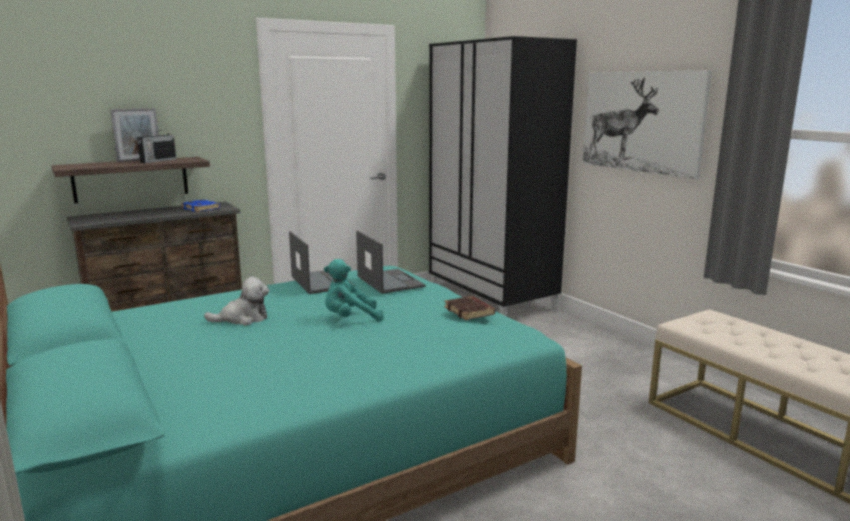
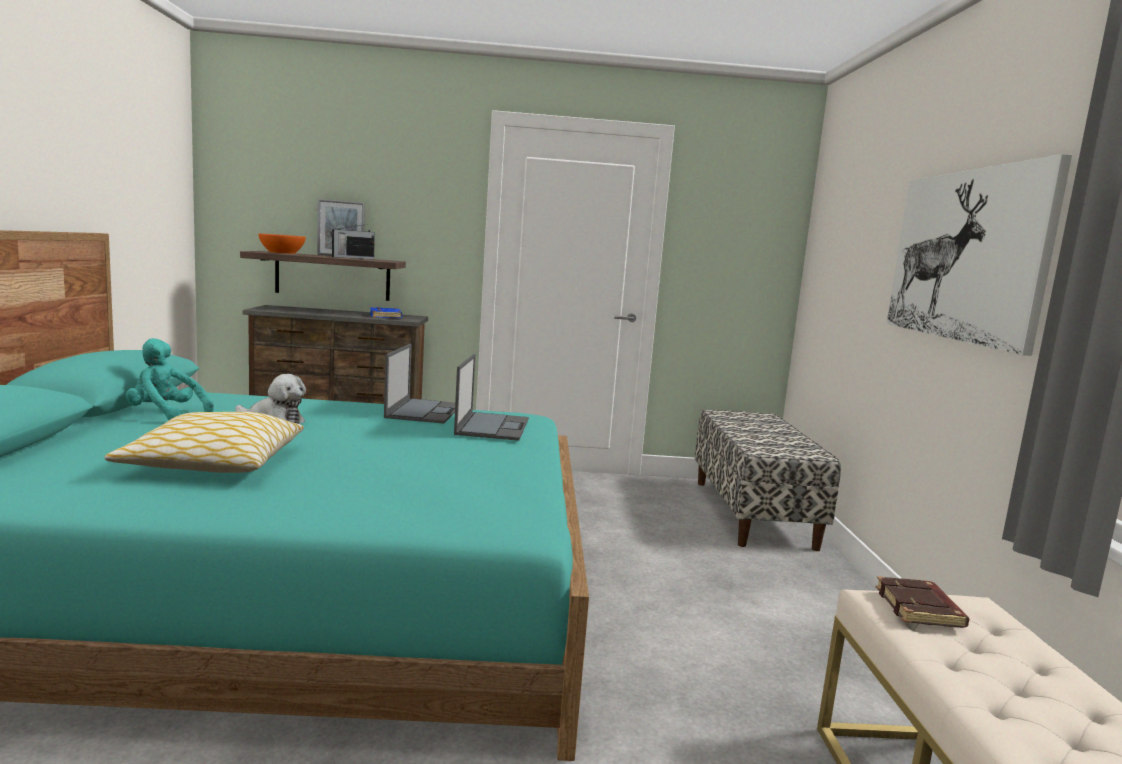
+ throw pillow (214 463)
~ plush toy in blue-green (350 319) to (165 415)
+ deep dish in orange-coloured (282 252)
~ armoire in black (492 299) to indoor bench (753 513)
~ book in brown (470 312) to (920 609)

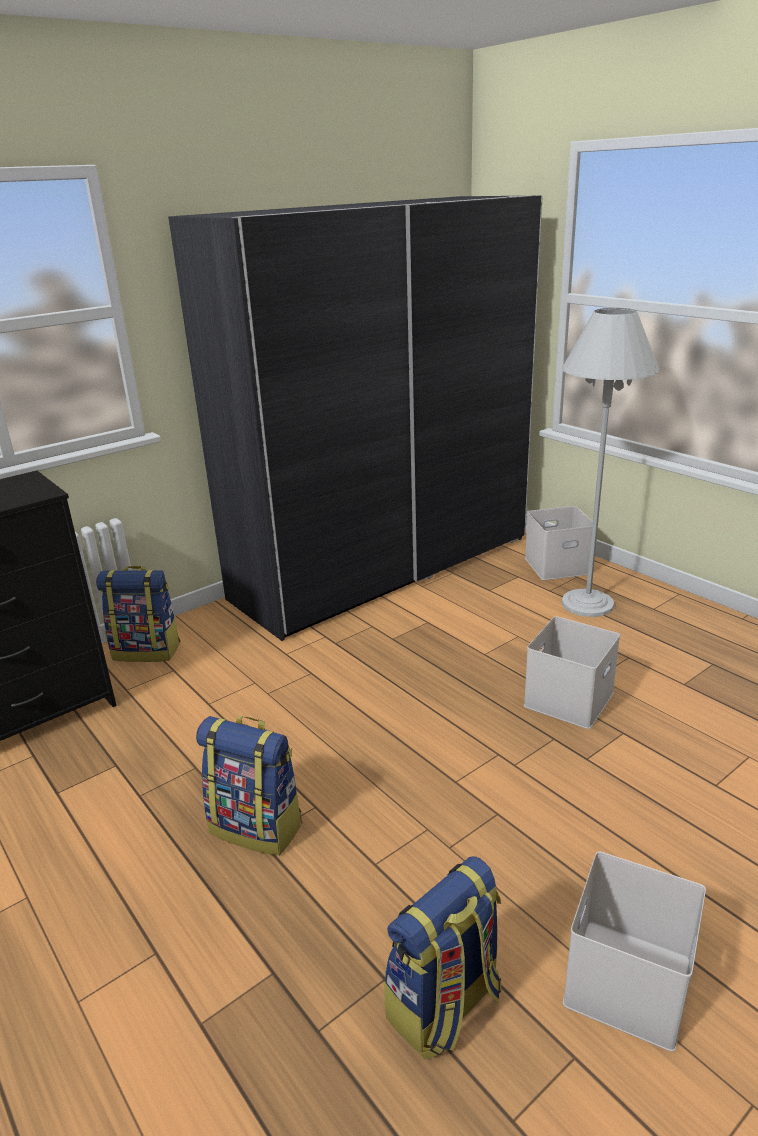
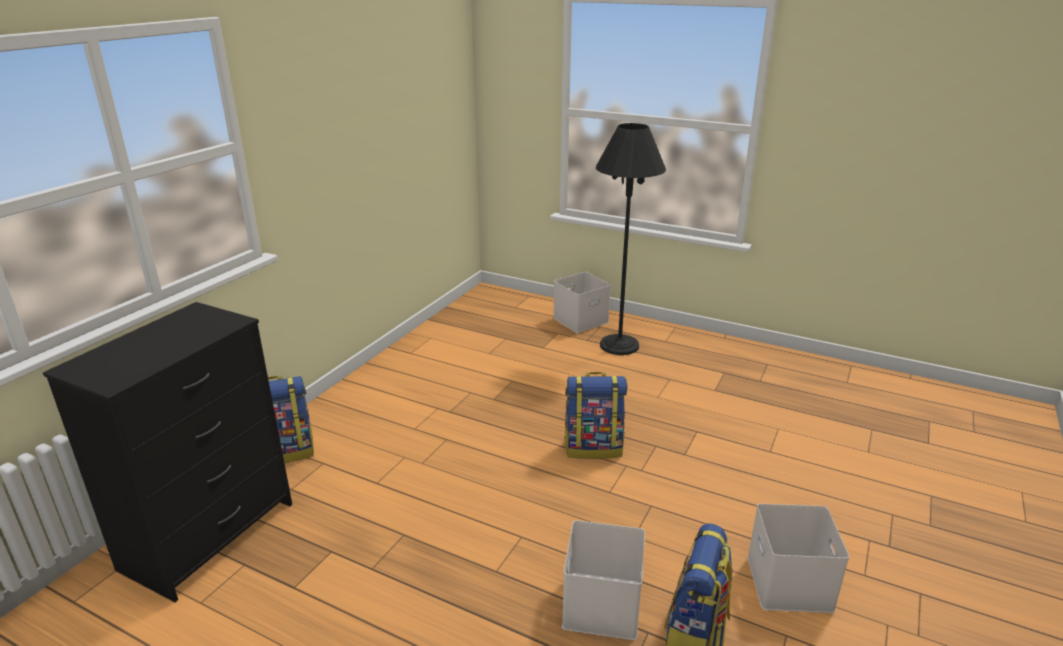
~ storage box in whitish (568 698) to (600 603)
~ rucksack (257 827) to (593 447)
~ floor lamp in whitish (587 603) to floor lamp in black (619 345)
- armoire in gray (383 567)

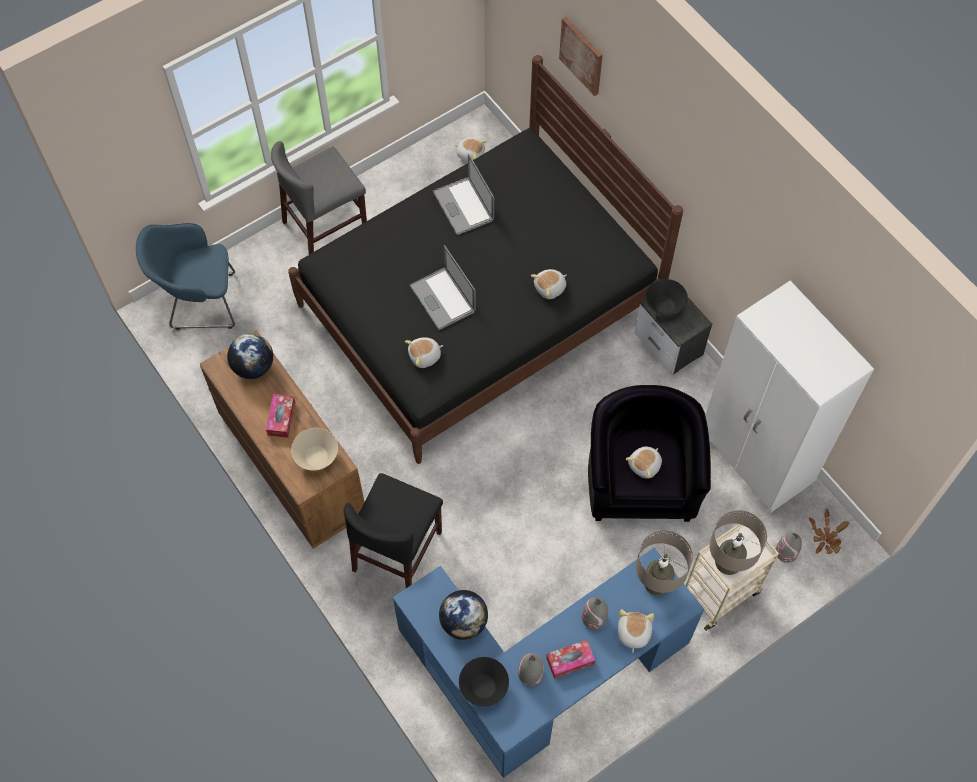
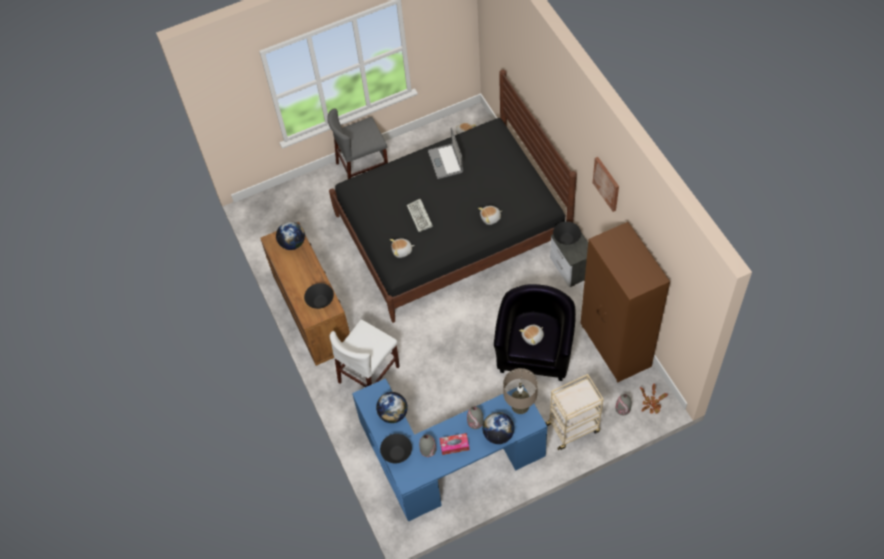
~ deep dish in beige (316 456) to deep dish in black (320 302)
~ plain chair in black (397 551) to plain chair in whitish (369 374)
~ laptop (442 298) to PC keyboard (420 217)
~ plush toy (633 633) to world globe (498 434)
~ armoire in whitish (756 459) to armoire in brown (615 347)
~ wall picture (582 55) to (607 183)
- armchair in bluish (199 302)
- tissue box (281 418)
- table lamp in beige (728 562)

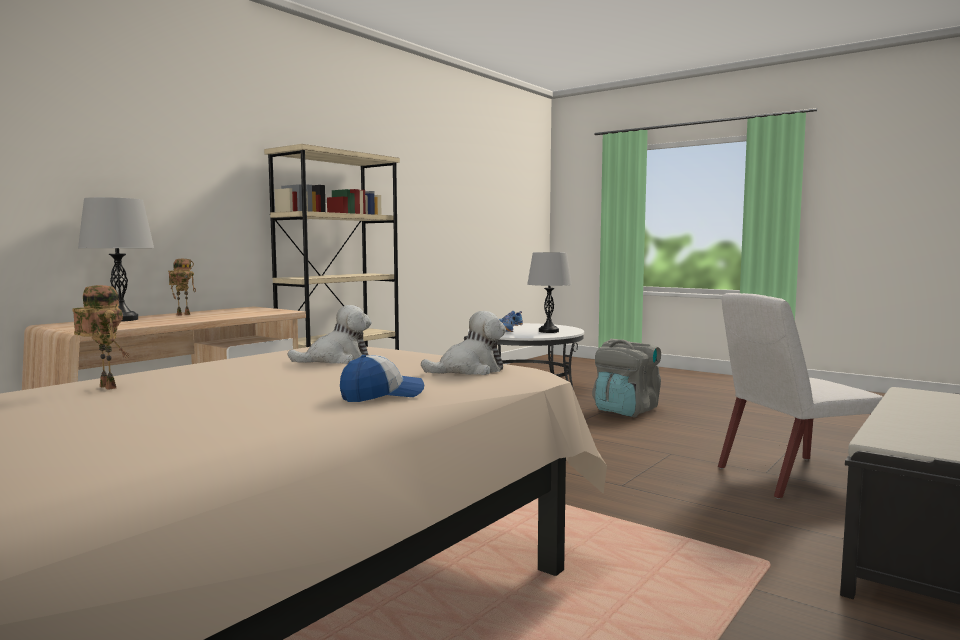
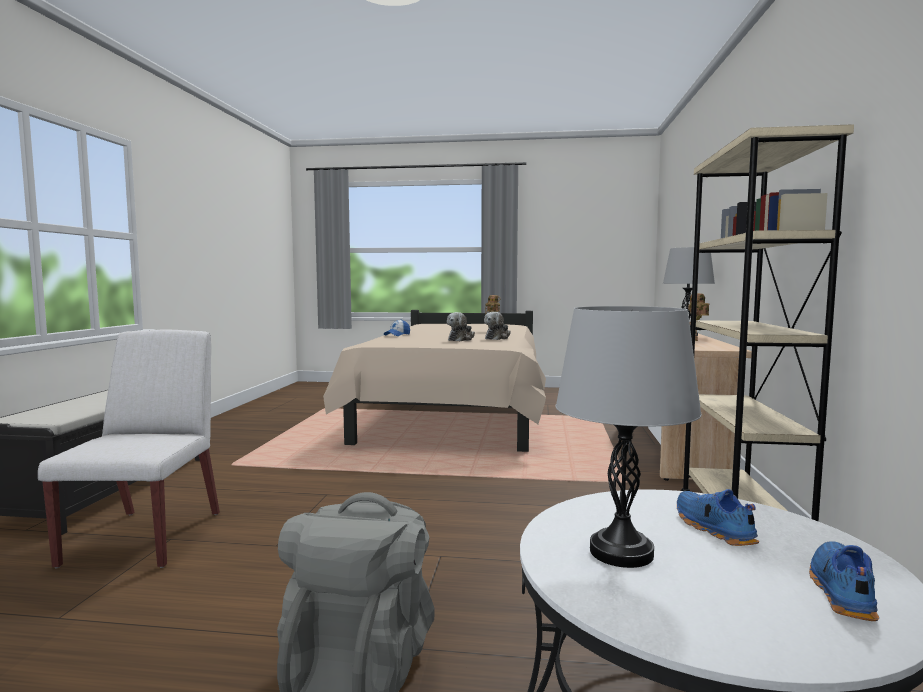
~ plain chair in whitish (791 477) = (146 537) 45 degrees counterclockwise
~ plush toy (469 370) to (497 338)

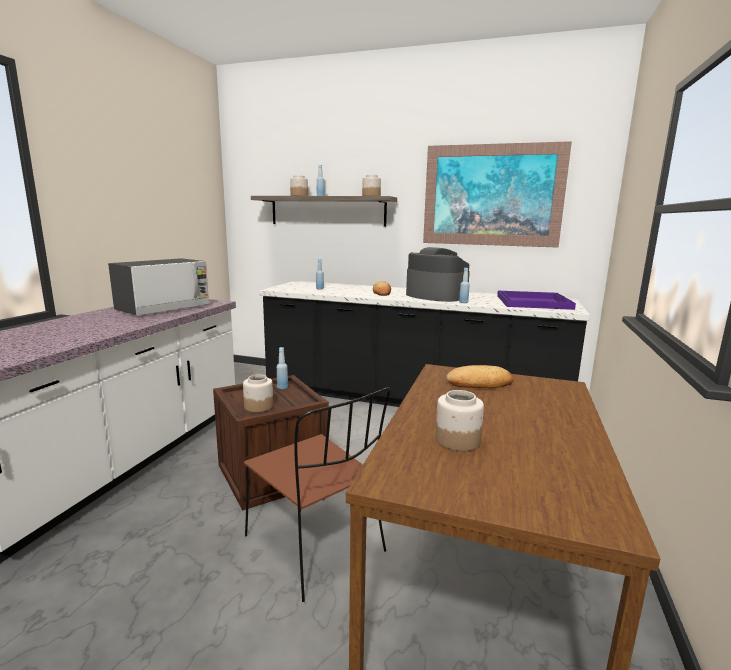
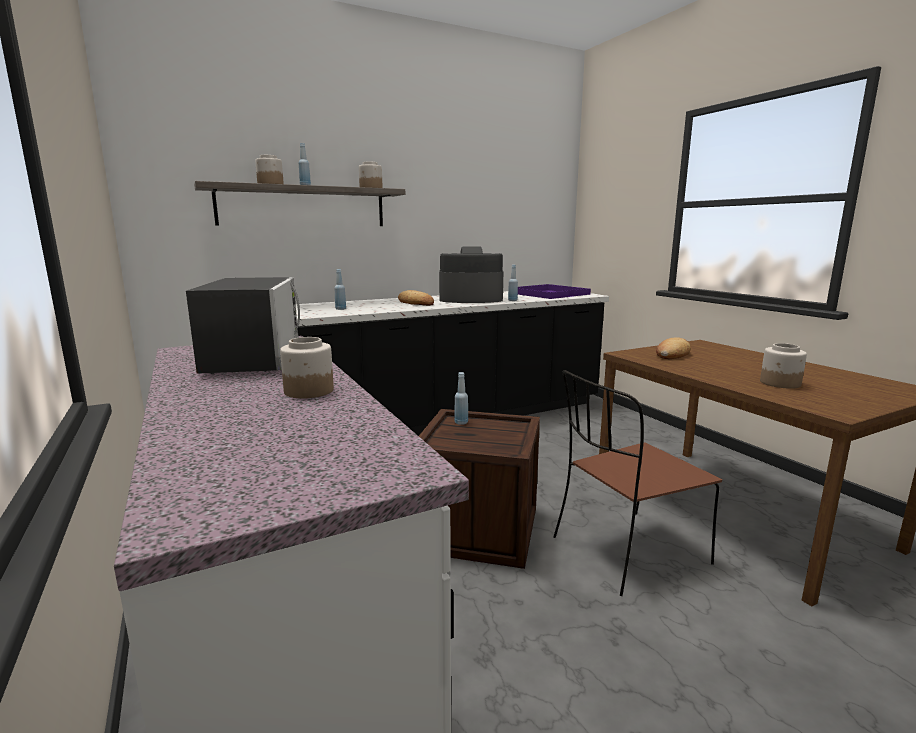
~ jar (258 406) to (308 391)
~ plain chair in brown (316 545) = (626 552) 150 degrees clockwise
- wall picture (492 195)

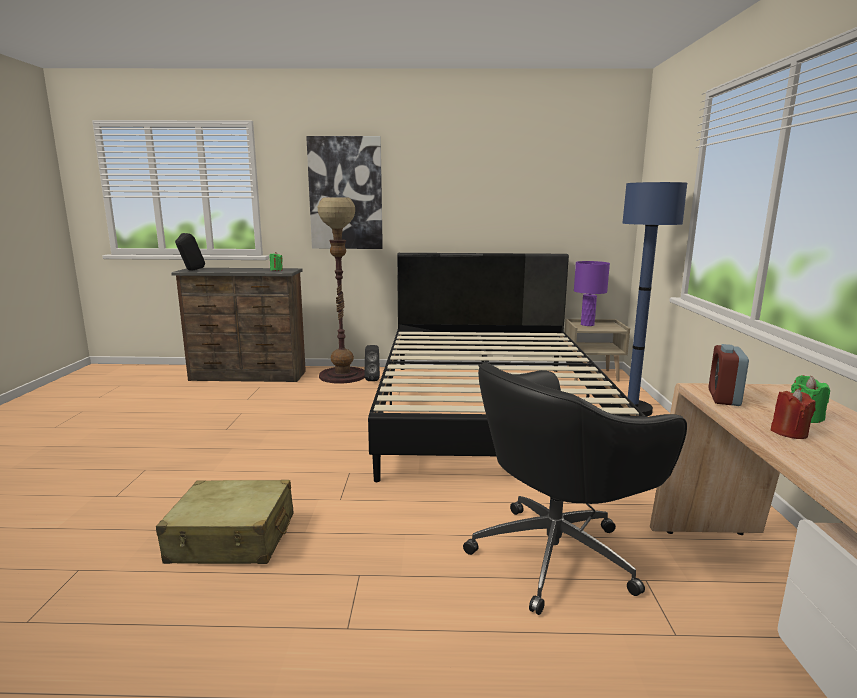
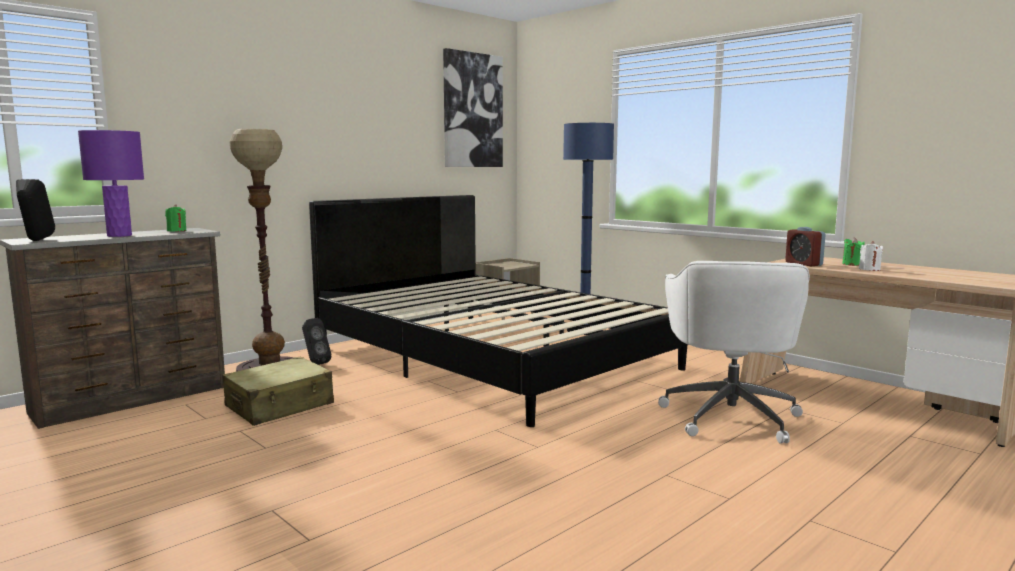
~ table lamp in purple (587 324) to (119 235)
~ piece of luggage in beige (232 539) to (280 406)
~ wall picture (345 193) to (472 110)
~ computer chair in black (557 554) to computer chair in whitish (730 416)
~ wax light in reddish (789 432) to wax light in whitish (869 269)

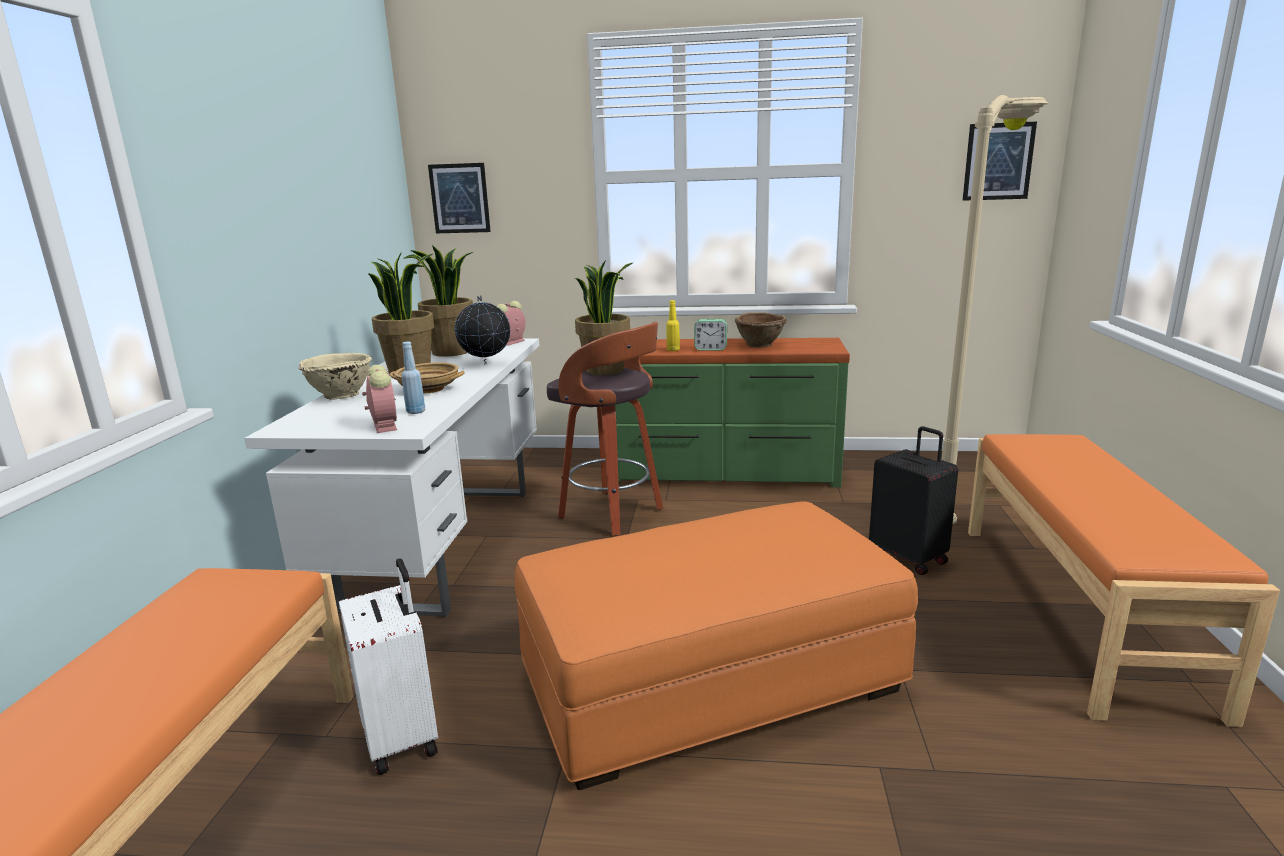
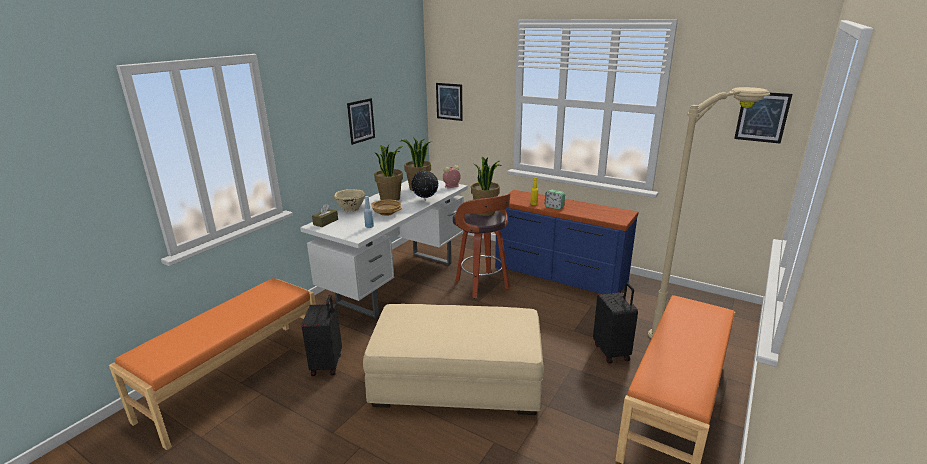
~ piece of luggage in whitish (403 737) to piece of luggage in black (328 364)
+ tissue box in brown (325 222)
+ wall picture (361 121)
~ pouffe in orange-coloured (709 680) to pouffe in beige (457 381)
~ dresser in greenish (724 473) to dresser in bluish (559 275)
- alarm clock (384 426)
- deep dish in brown (760 345)

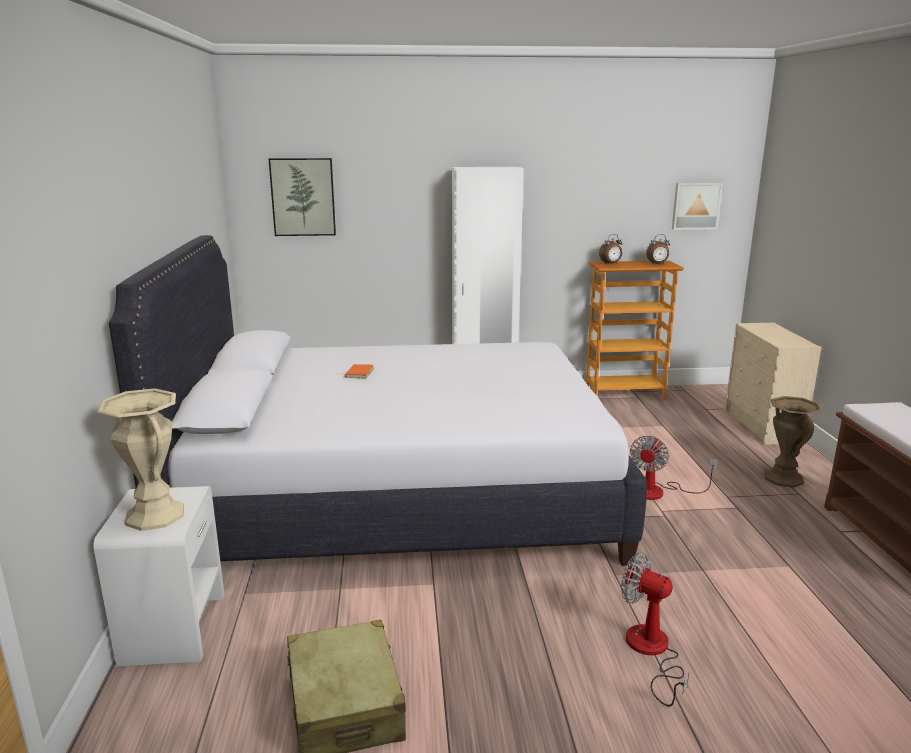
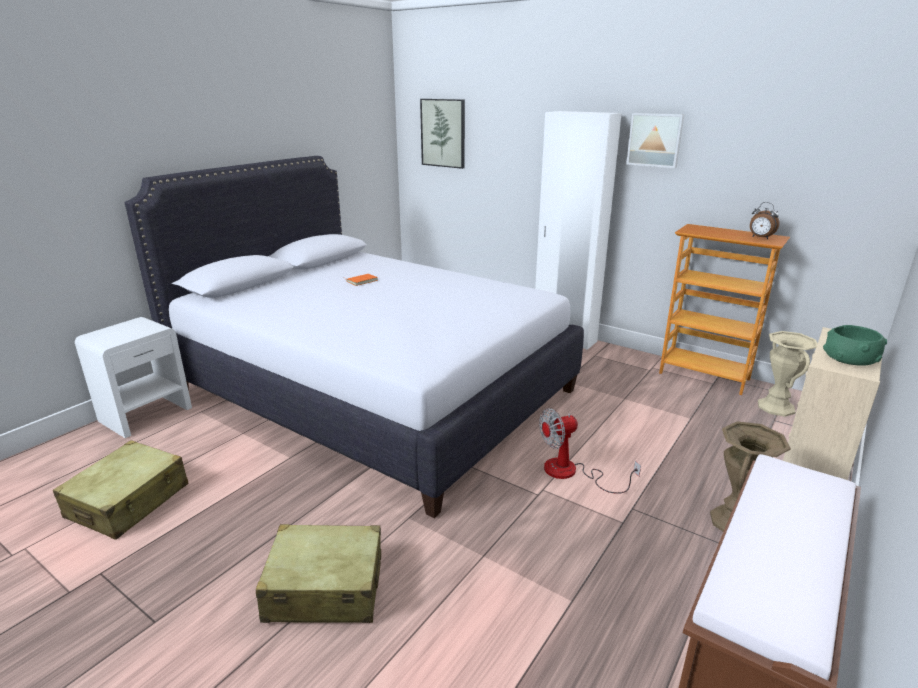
~ fan (651 652) to piece of luggage in beige (325 588)
~ wall picture (695 206) to (655 140)
~ vase in beige (155 515) to (775 407)
+ deep dish in greenish (850 359)
- alarm clock (610 264)

